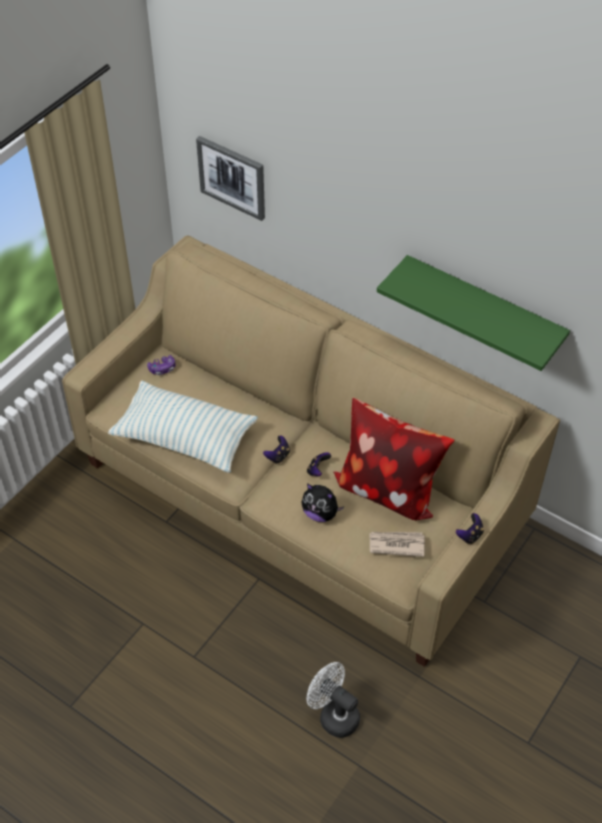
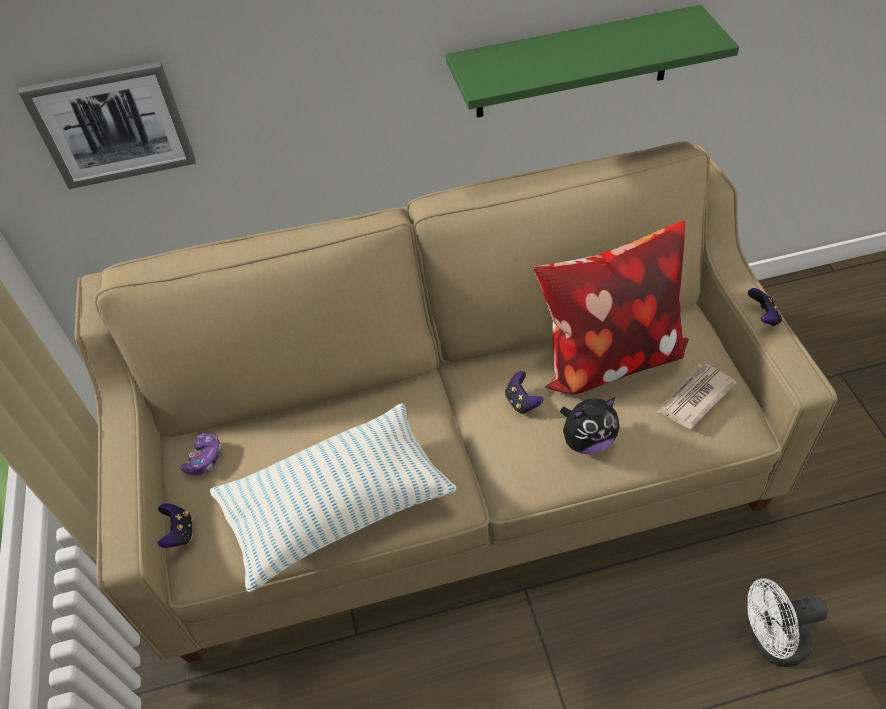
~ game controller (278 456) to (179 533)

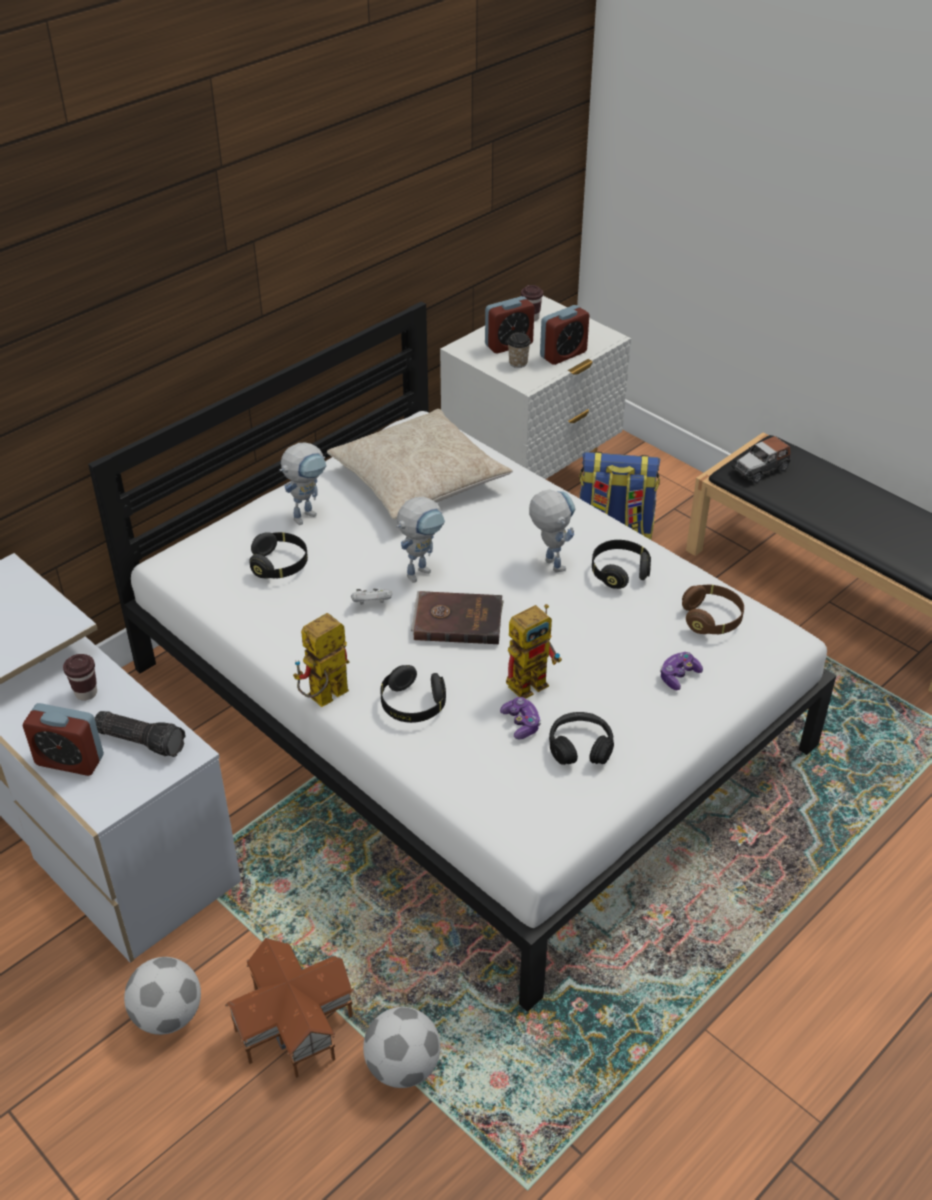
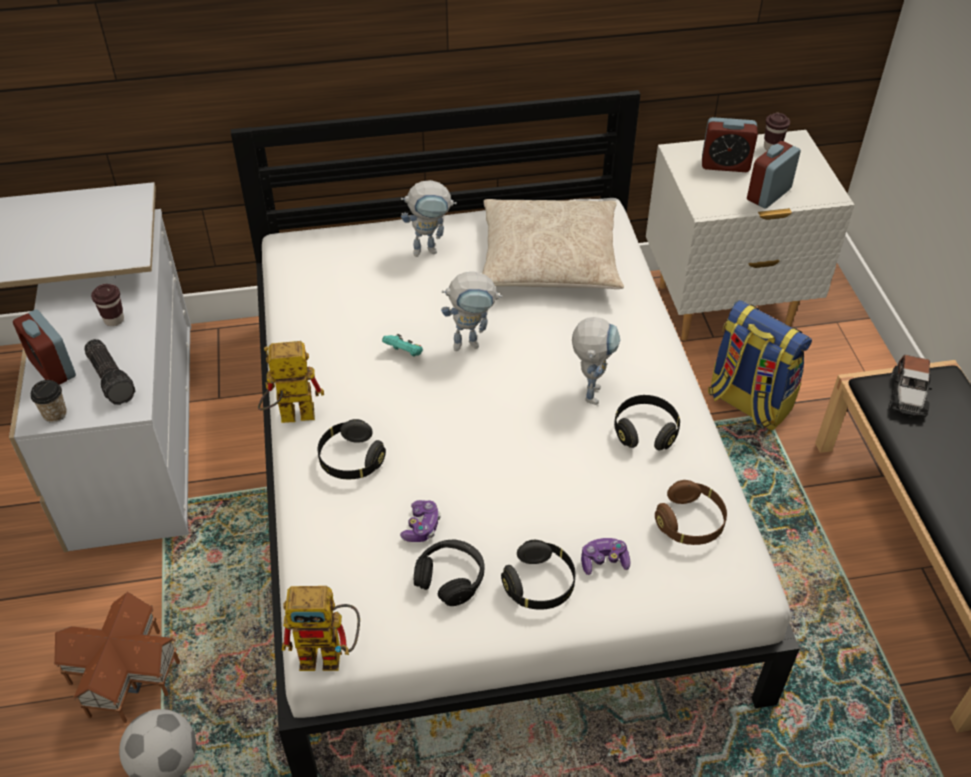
~ small cup (518 363) to (55 414)
~ toy robot (532 680) to (330 653)
~ game controller in whitish (372 604) to game controller in blue-green (404 353)
~ headset in black (280 565) to (539 585)
~ alarm clock (563 354) = (768 194) 135 degrees clockwise
~ toy car (760 469) = (907 396) 75 degrees counterclockwise
- football (168 1015)
- book in brown (457 620)

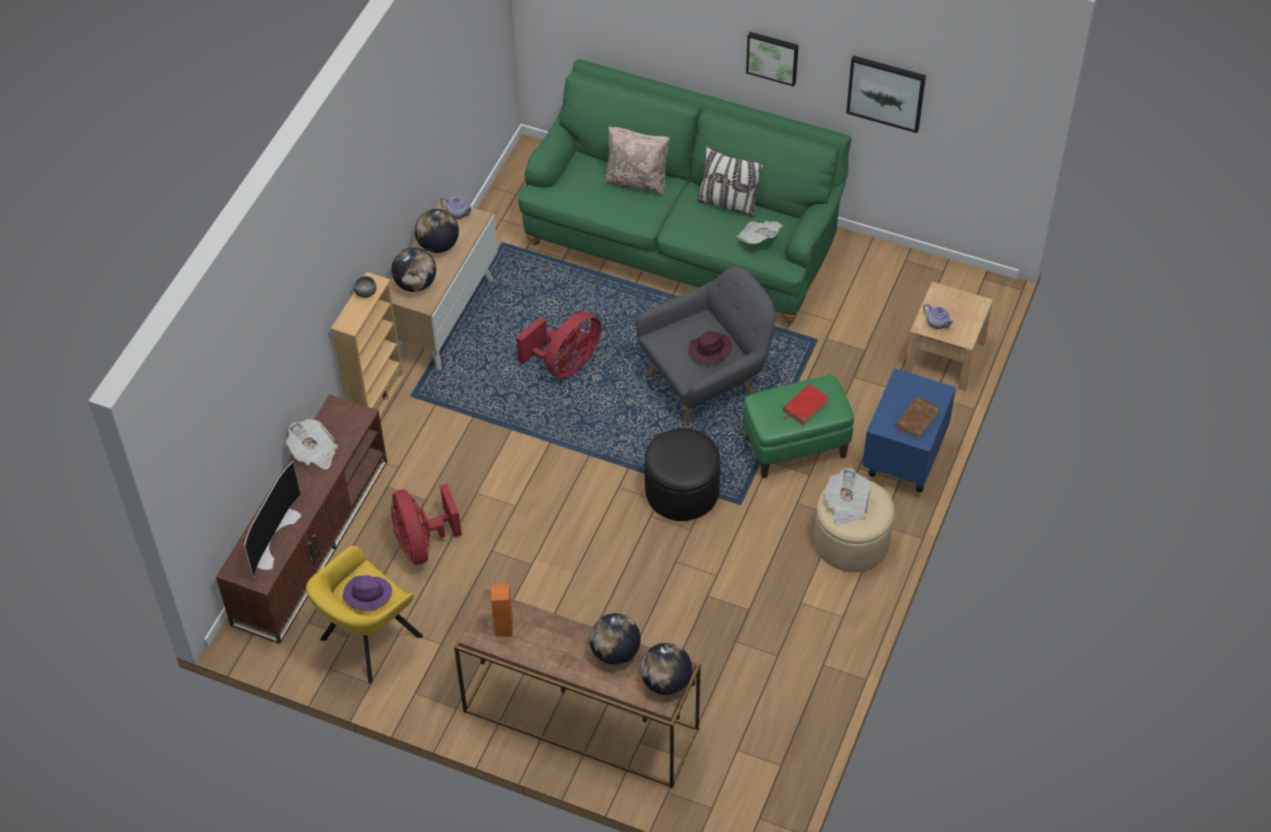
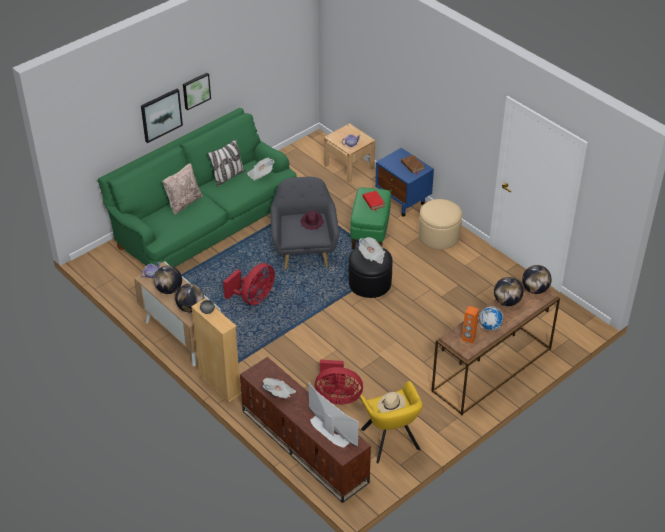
~ wall picture (886 92) to (161 115)
~ fan in reddish (565 364) = (253 298) 60 degrees clockwise
~ newspaper (846 505) to (372 256)
~ clothing hat in purple (367 595) to clothing hat in beige (391 405)
+ world globe (489 326)

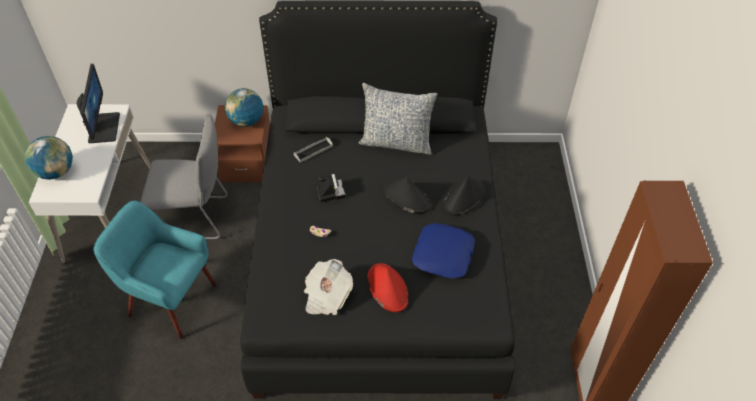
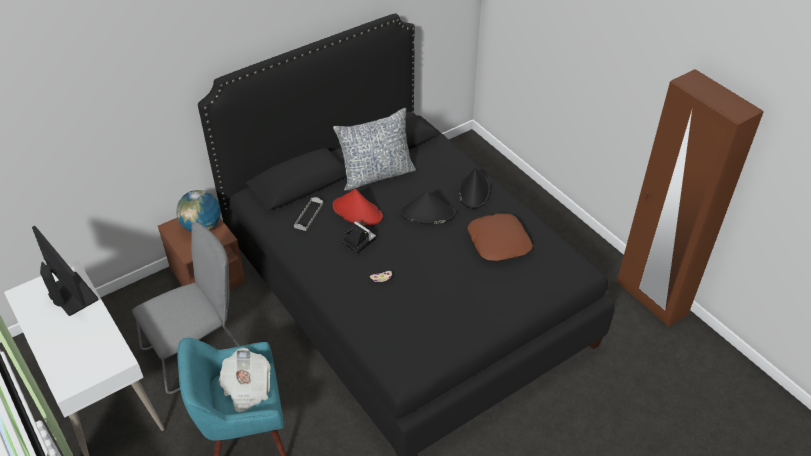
~ newspaper (326 296) to (246 388)
~ clothing hat in reddish (387 288) to (357 212)
~ throw pillow in bluish (443 255) to throw pillow in brown (499 242)
- world globe (56 172)

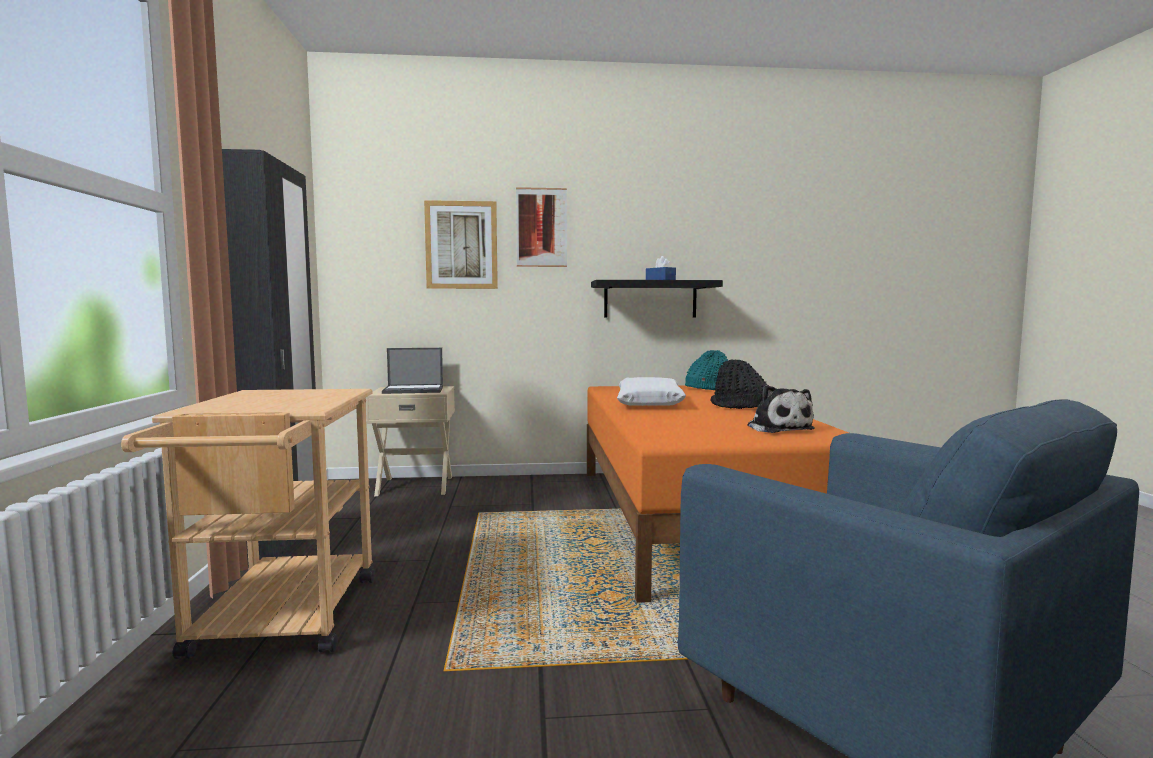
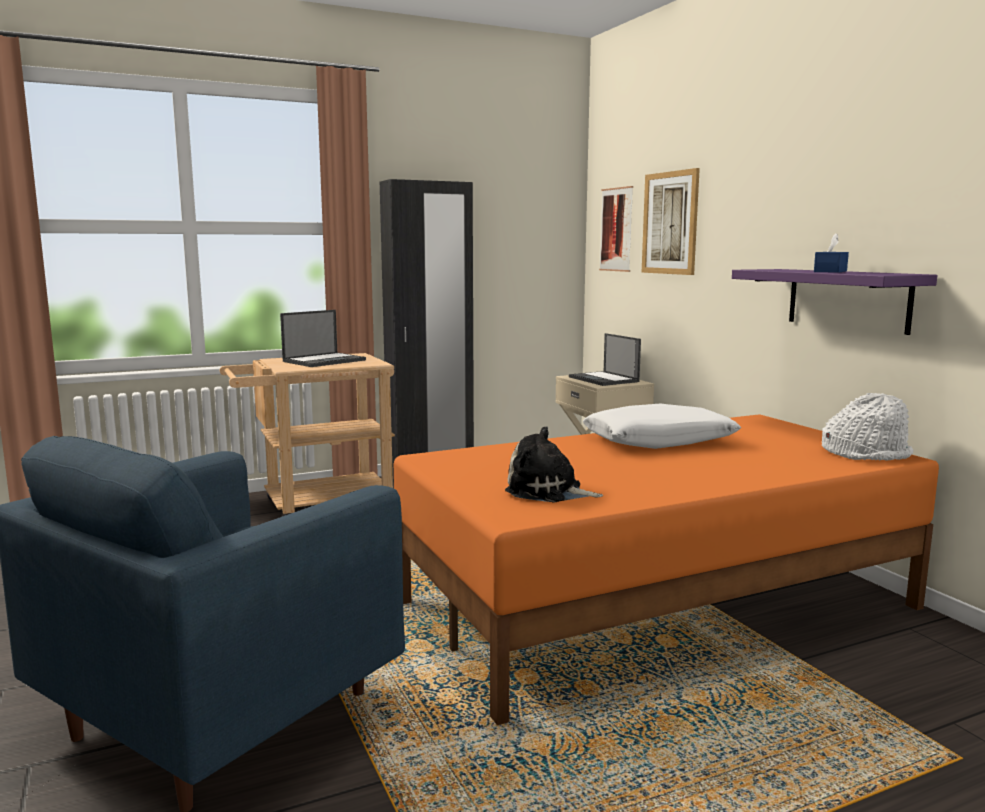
+ laptop (325 361)
~ plush toy (778 428) = (548 491) 60 degrees clockwise
~ wall picture (541 227) to (616 229)
~ shelf in black (650 299) to shelf in purple (847 299)
~ clothing hat in blue-green (707 388) to clothing hat in whitish (866 454)
- clothing hat in black (739 406)

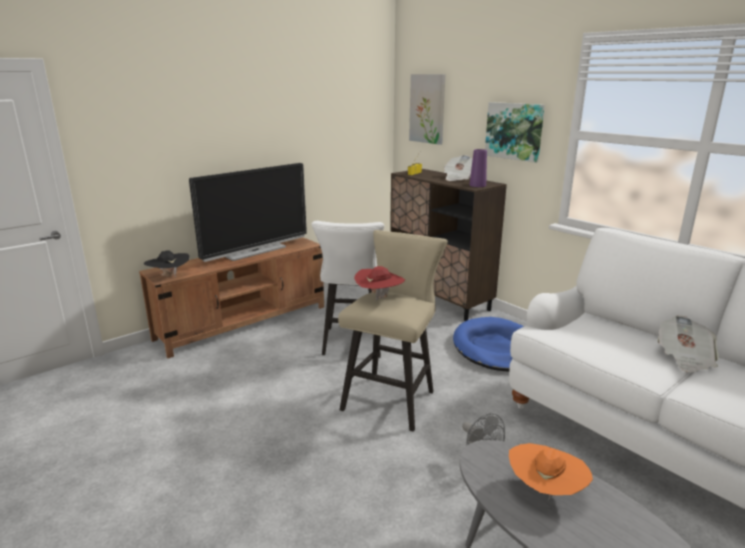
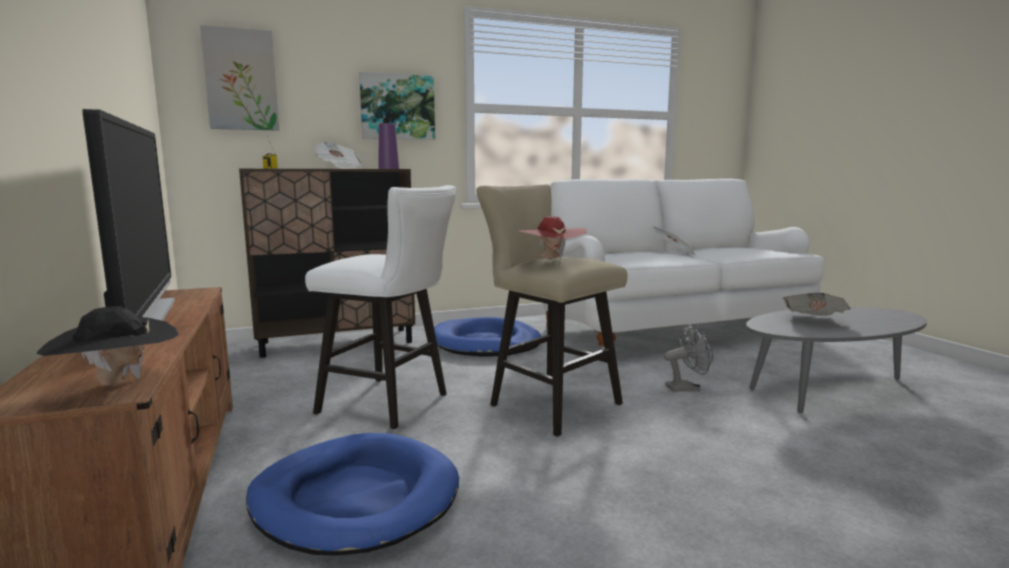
+ dog bed in bluish (355 498)
~ clothing hat in orange-coloured (545 491) to newspaper (814 321)

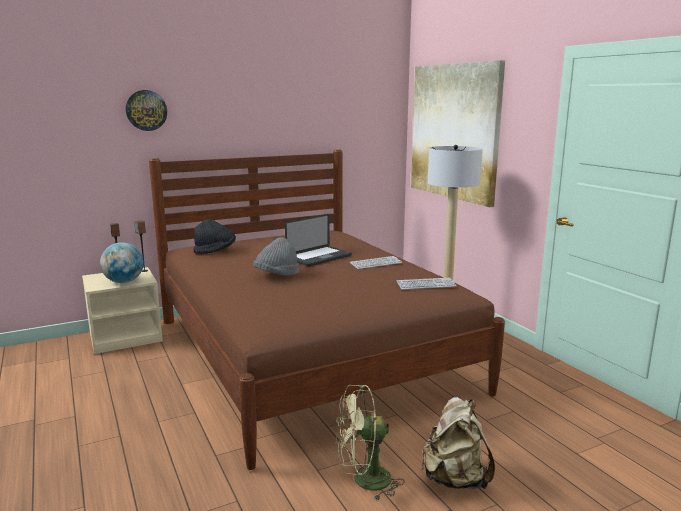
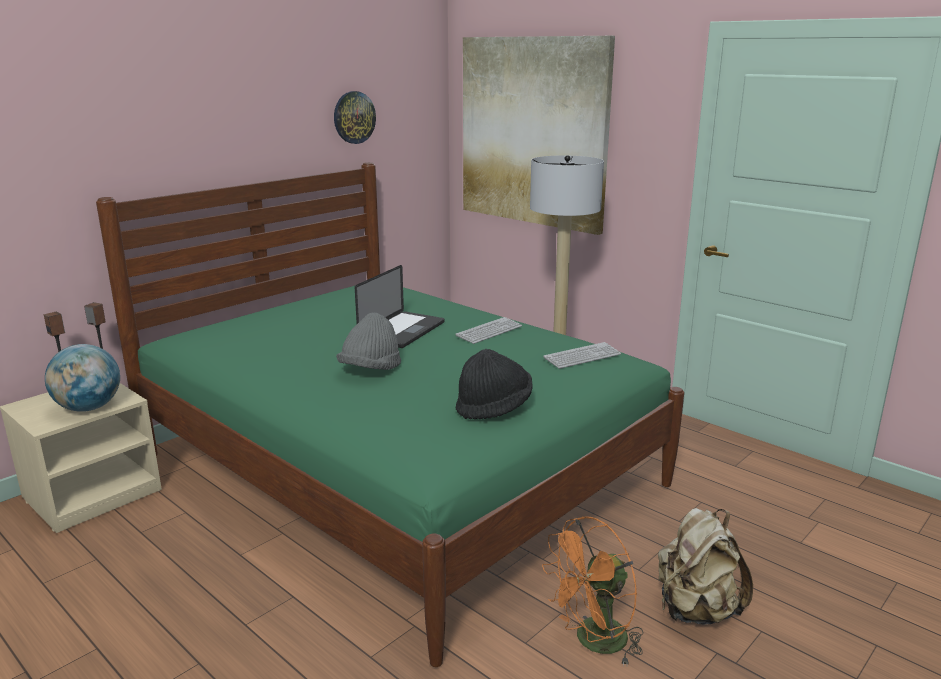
~ bed in brown (307 354) to bed in greenish (397 470)
~ hanging clock (146 110) to (354 117)
~ clothing hat in black (215 251) to (494 407)
~ fan in greenish (364 481) to fan in orange-coloured (593 642)

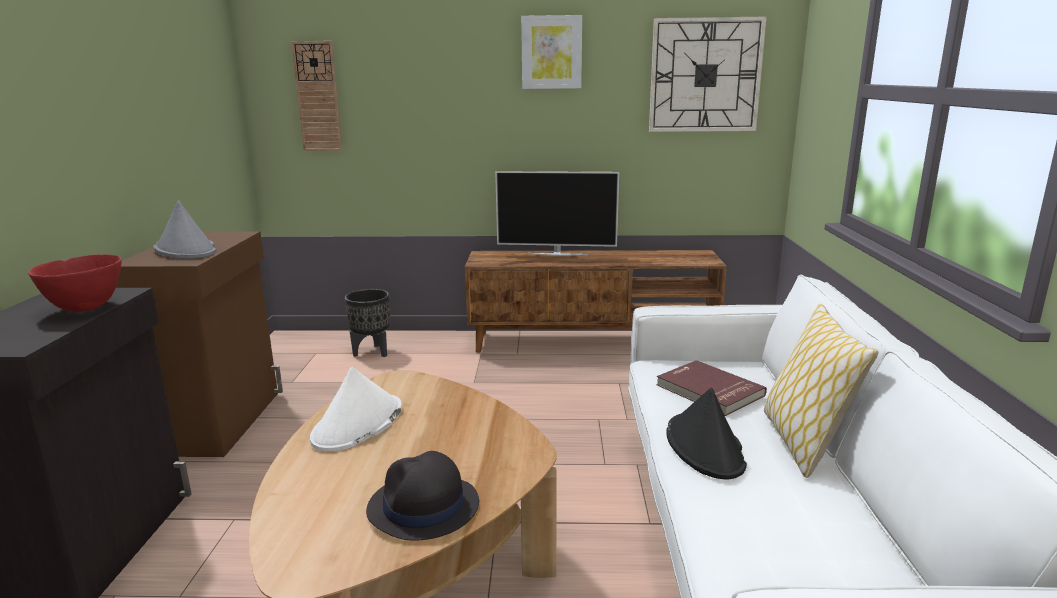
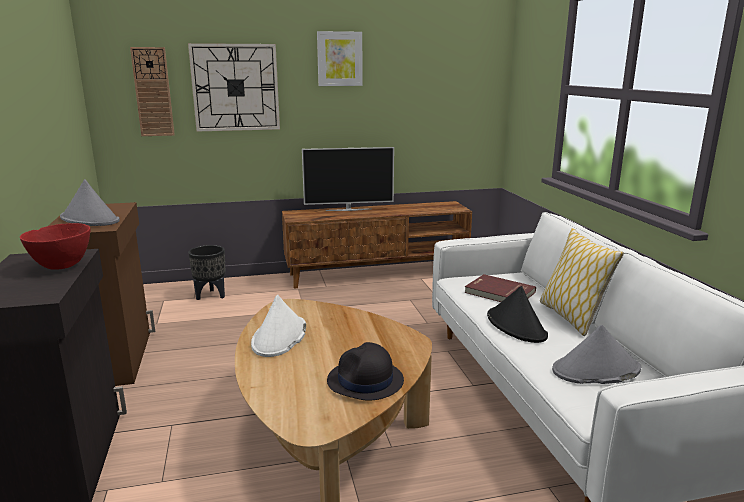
~ hanging clock (705 75) to (235 87)
+ clothing hat in gray (595 370)

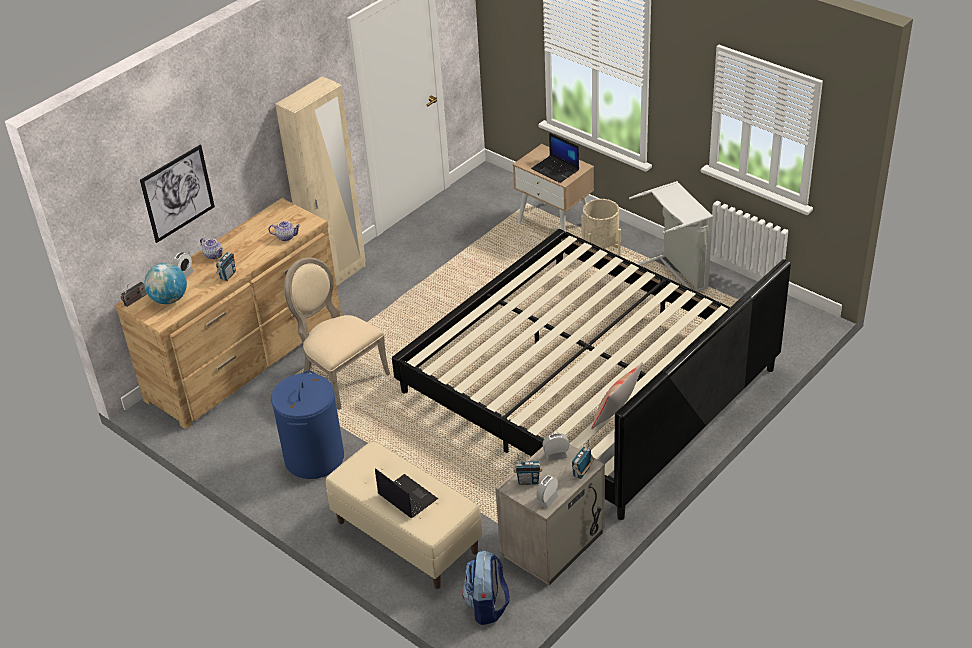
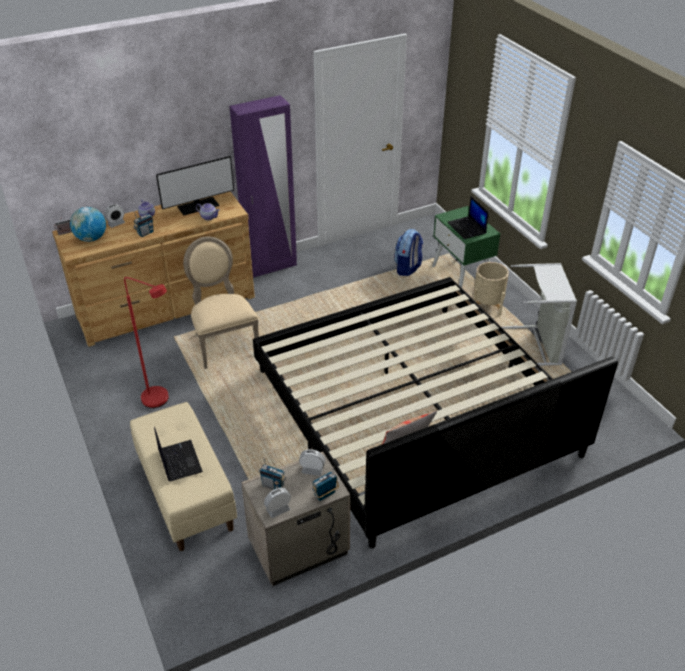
~ washing basket in bluish (314 457) to floor lamp in reddish (161 401)
+ computer display (198 206)
~ armoire in beige (337 276) to armoire in purple (271 267)
~ rucksack (487 606) to (408 268)
~ night table in beige (554 223) to night table in greenish (461 274)
- wall picture (177 193)

